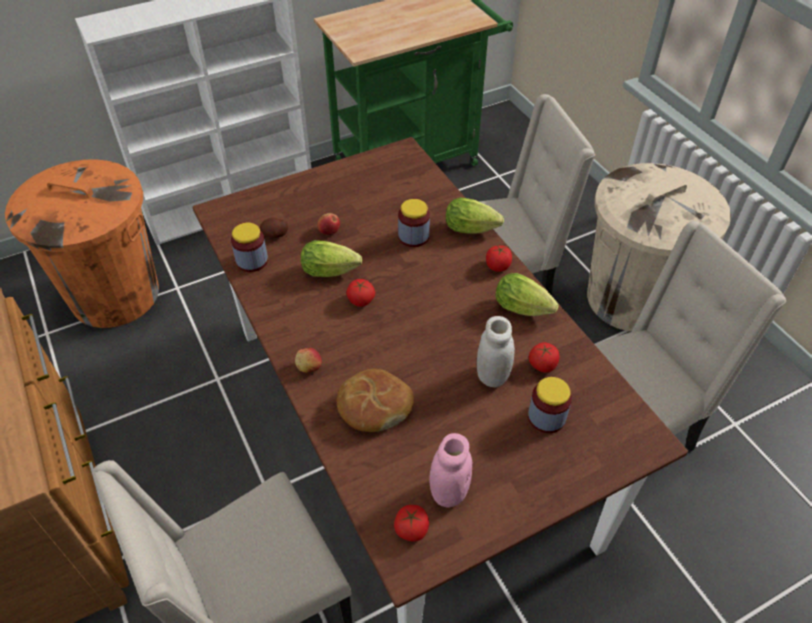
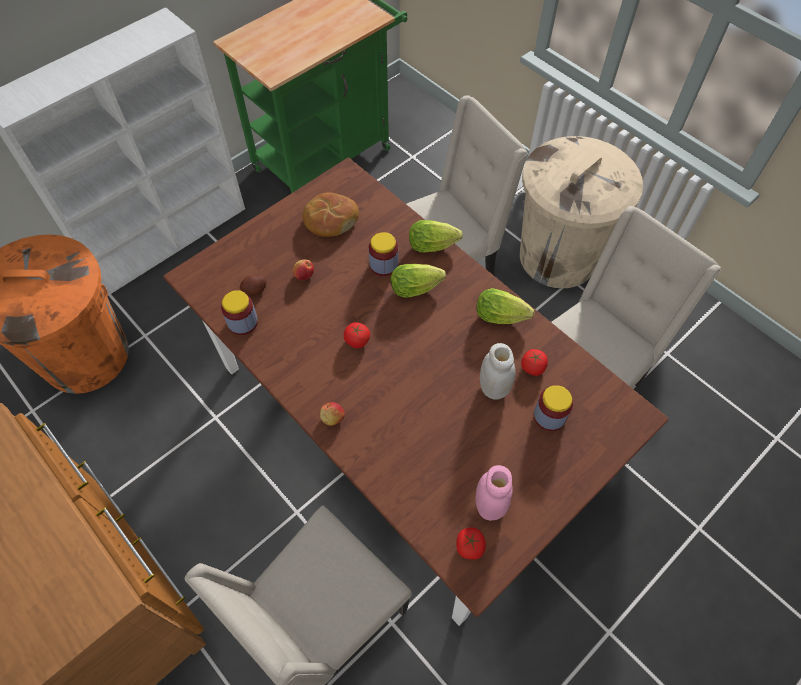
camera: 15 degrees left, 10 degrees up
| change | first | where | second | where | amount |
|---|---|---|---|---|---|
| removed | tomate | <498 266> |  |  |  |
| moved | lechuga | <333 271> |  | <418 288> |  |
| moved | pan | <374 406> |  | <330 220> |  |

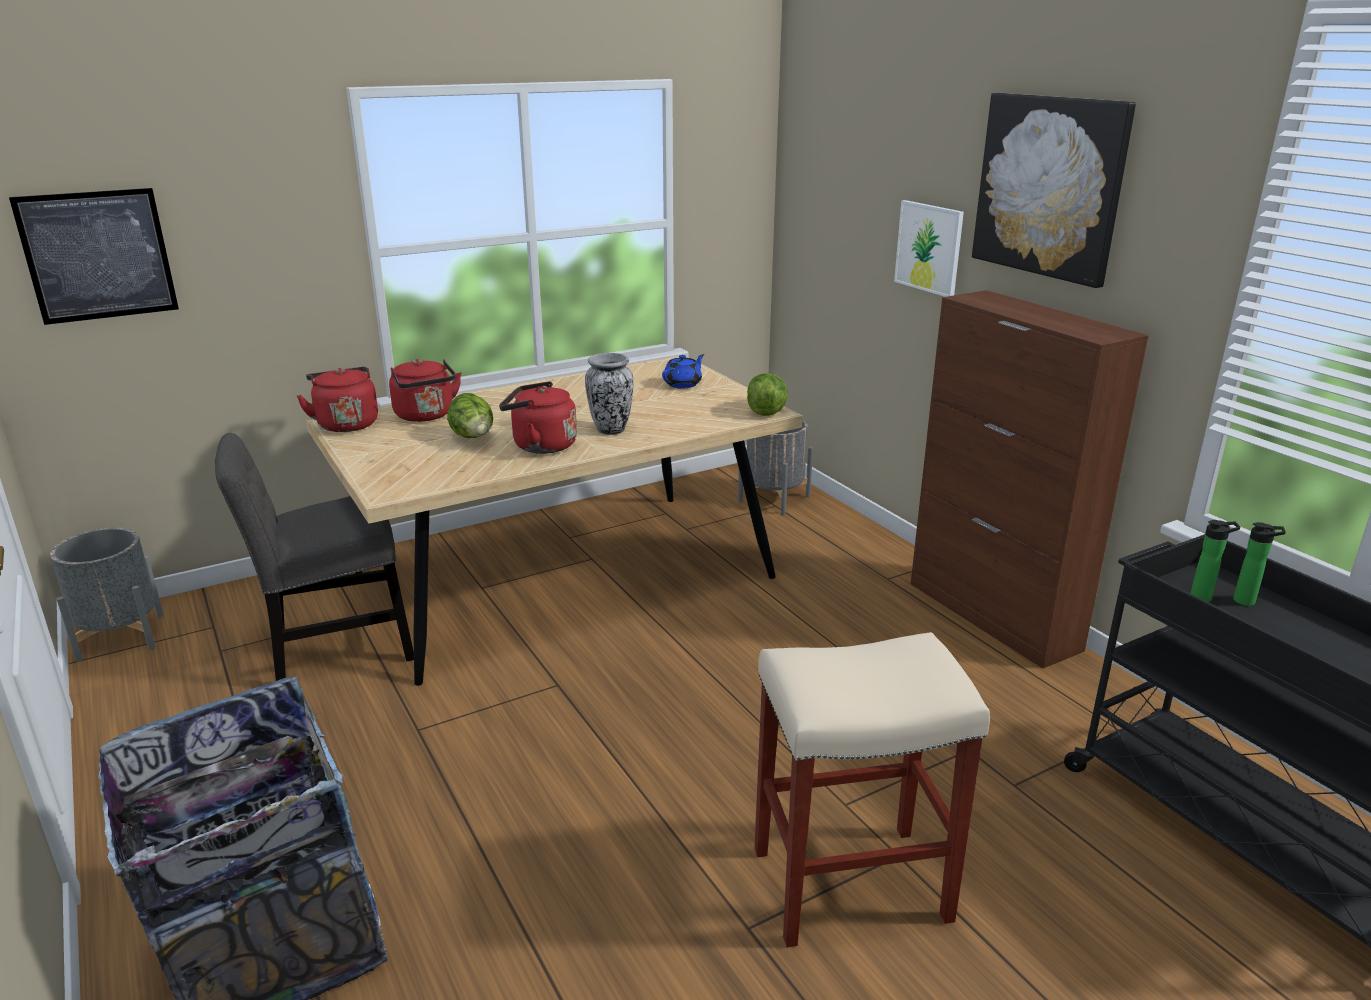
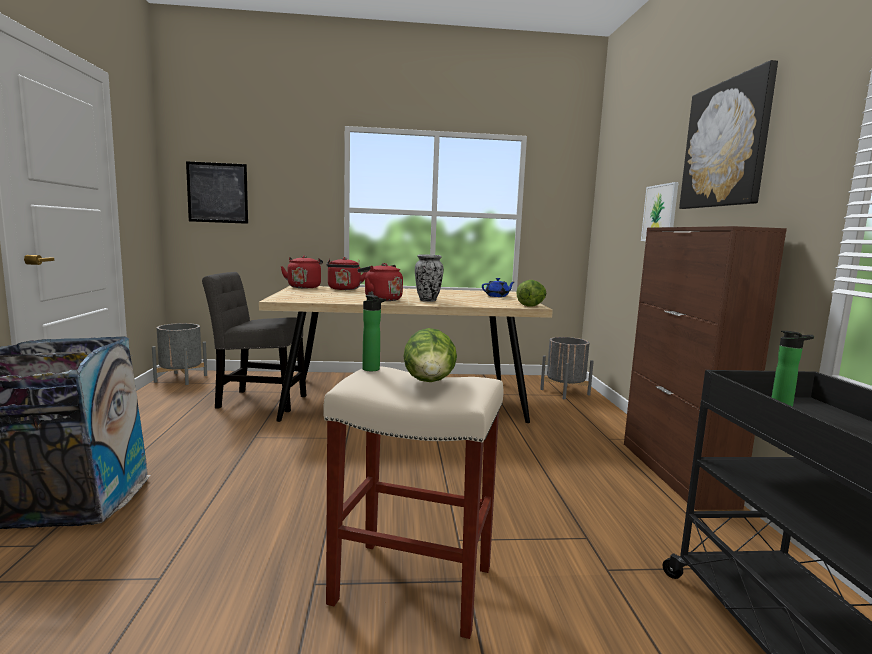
camera: 25 degrees right, 15 degrees down
| change | first | where | second | where | amount |
|---|---|---|---|---|---|
| moved | lechuga | <474 438> |  | <429 383> |  |
| moved | botella | <1247 601> |  | <373 370> |  |

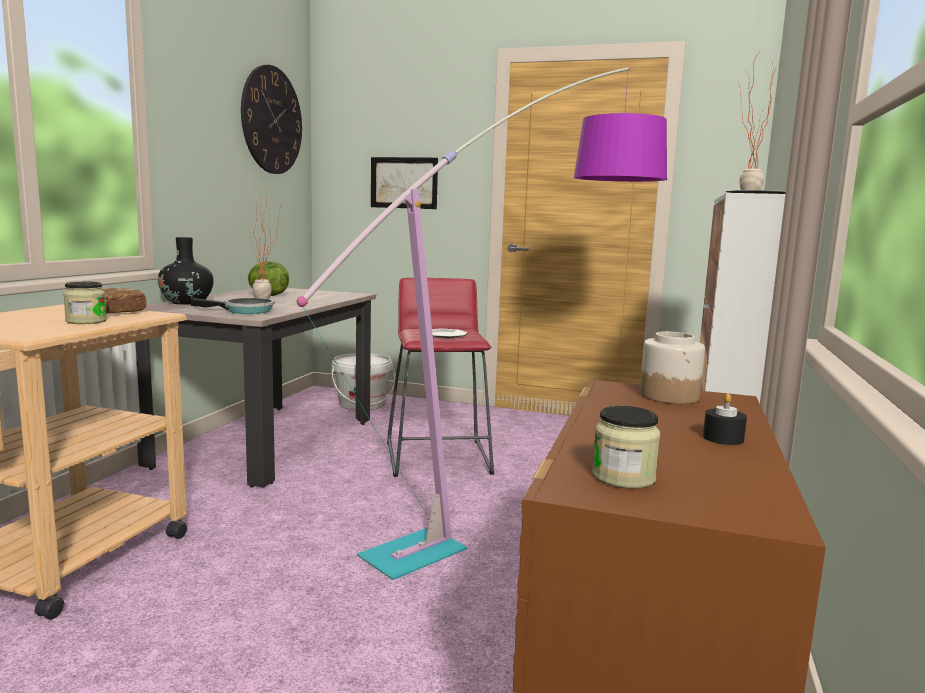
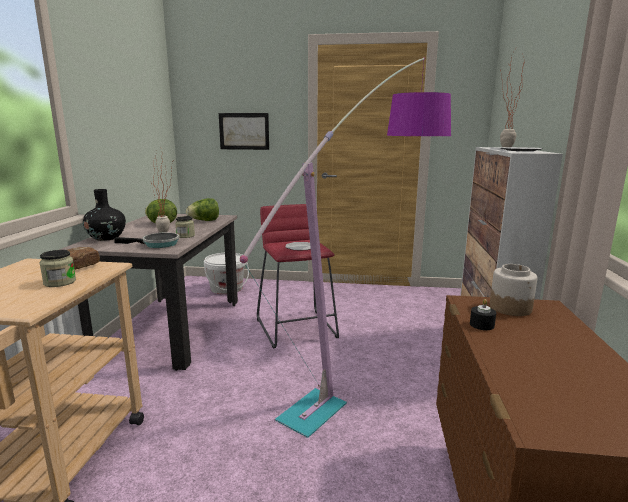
camera: 10 degrees left, 5 degrees up
| change | first | where | second | where | amount |
|---|---|---|---|---|---|
| removed | reloj de pared | <272 120> |  |  |  |
| added |  |  | lechuga | <204 221> |  |
| moved | tarro | <623 477> |  | <185 236> |  |
| moved | vela [negro] | <723 438> |  | <482 325> |  |

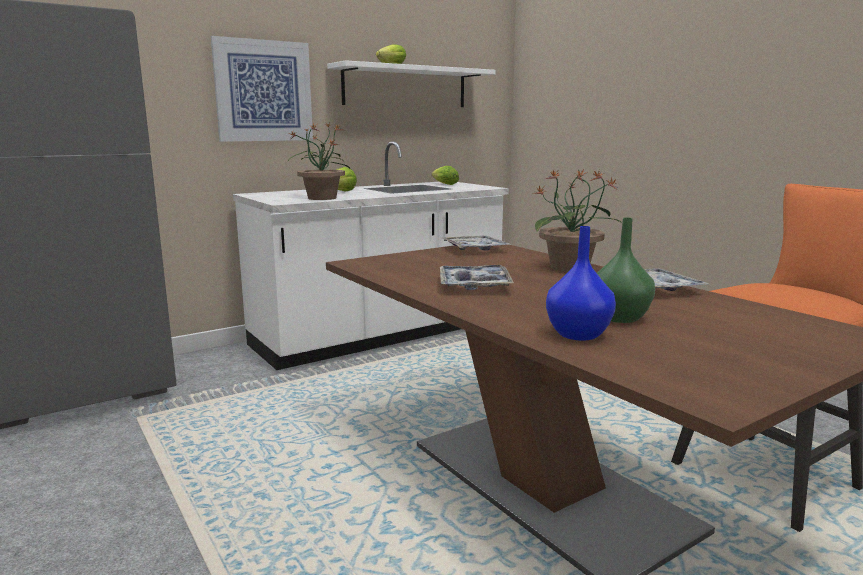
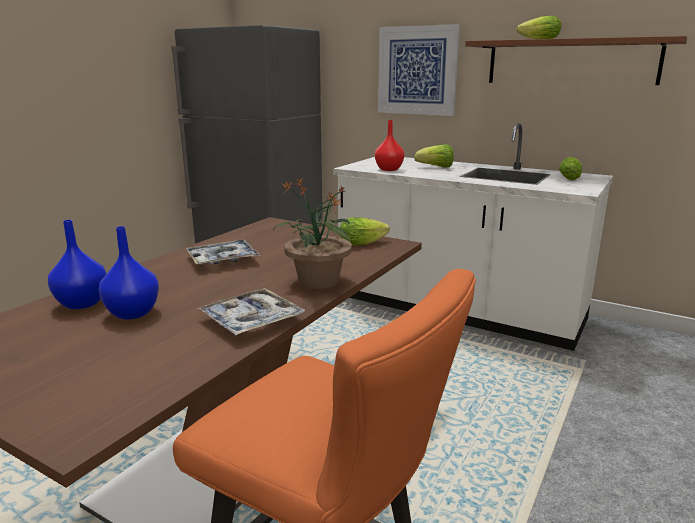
camera: 65 degrees right, 5 degrees up
| change | first | where | second | where | amount |
|---|---|---|---|---|---|
| replaced | planta en maceta | <321 198> | florero [rojo] | <389 169> |  |
| replaced | bandeja | <474 249> | lechuga | <365 243> |  |
| recoloured | estante [blanco] | <406 87> | estante [marrón] | <571 62> |  |
| recoloured | florero [verde] | <620 318> | florero [azul] | <133 313> |  |

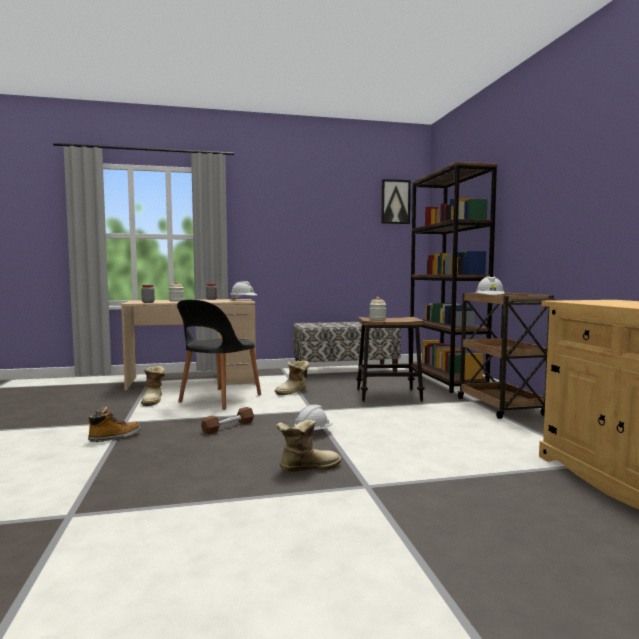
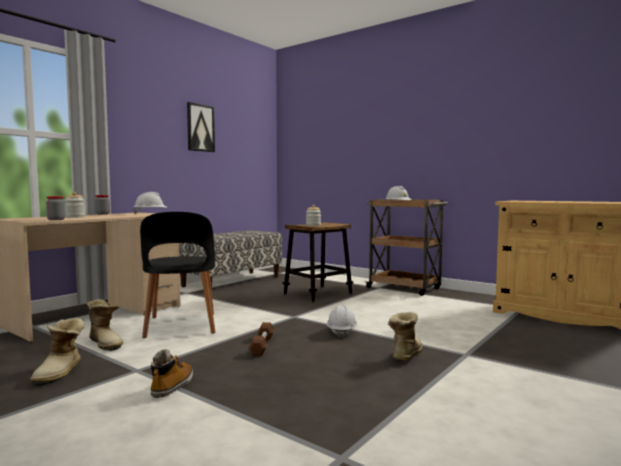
camera: 40 degrees left, 0 degrees up
| change | first | where | second | where | amount |
|---|---|---|---|---|---|
| removed | estantería [marrón] | <445 380> |  |  |  |
| moved | bota | <293 392> |  | <61 372> |  |
| moved | cuadro | <395 202> |  | <200 128> |  |

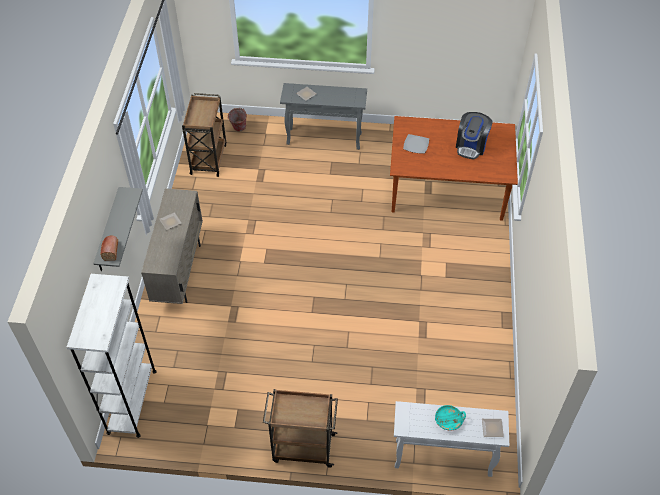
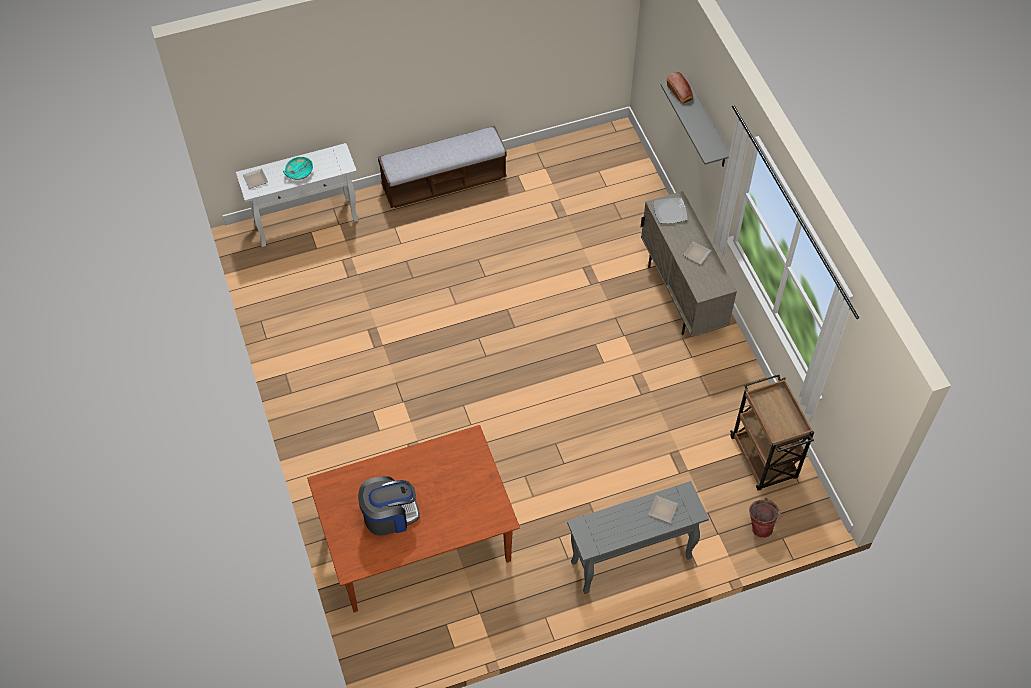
camera: 155 degrees right, 5 degrees up
| change | first | where | second | where | amount |
|---|---|---|---|---|---|
| removed | estantería [blanco] | <132 401> |  |  |  |
| moved | plato | <416 145> |  | <669 212> |  |
| replaced | carrito [marrón] | <302 448> | banco | <444 182> |  |
| turned | cafetera | <471 146> |  | <389 515> | 75 degrees clockwise |

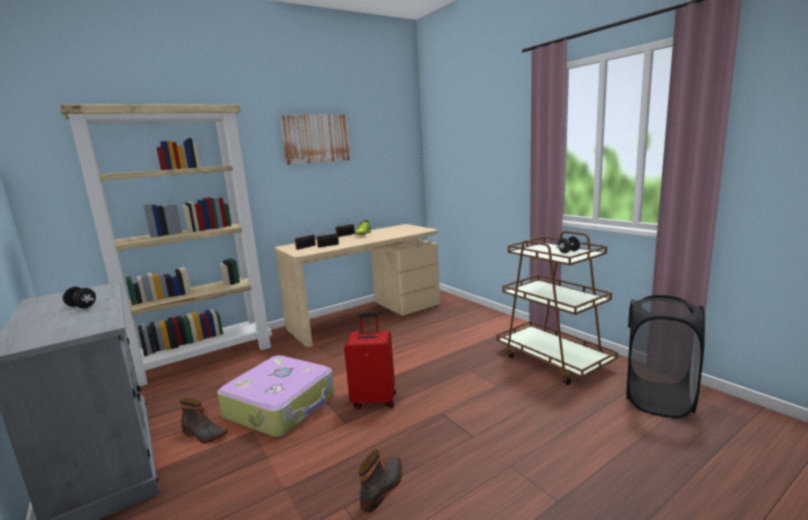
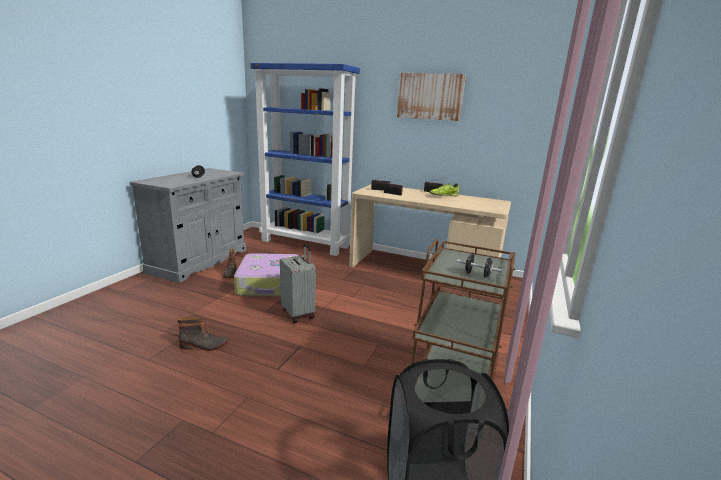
camera: 55 degrees right, 5 degrees up
| change | first | where | second | where | amount |
|---|---|---|---|---|---|
| recoloured | estantería [beis] | <205 358> | estantería [azul] | <306 243> |  |
| recoloured | maleta [rojo] | <374 400> | maleta [gris] | <298 313> |  |

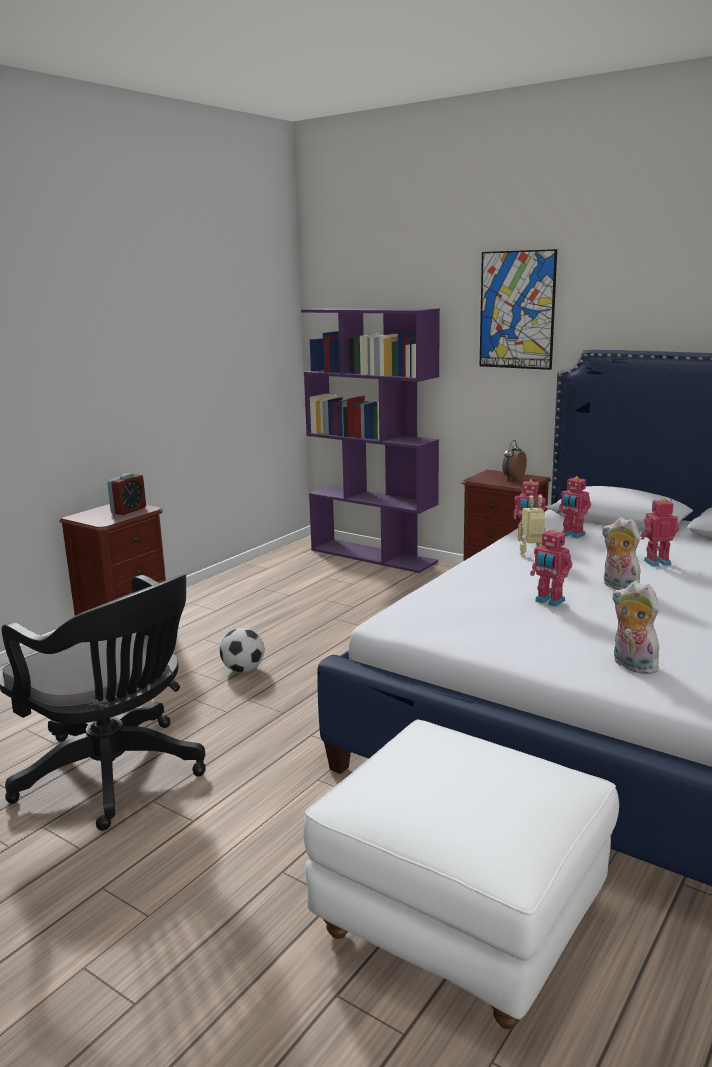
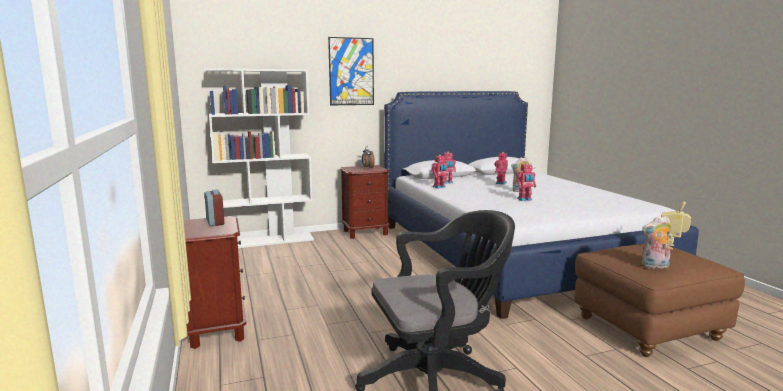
camera: 55 degrees left, 5 degrees down
| change | first | where | second | where | amount |
|---|---|---|---|---|---|
| removed | balón de fútbol | <243 670> |  |  |  |
| moved | robot de juguete | <532 556> |  | <671 247> |  |
| moved | peluche | <631 665> |  | <654 266> |  |
| recoloured | estantería [morado] | <374 556> | estantería [blanco] | <267 241> |  |
| recoloured | puf [blanco] | <461 922> | puf [marrón] | <647 328> |  |

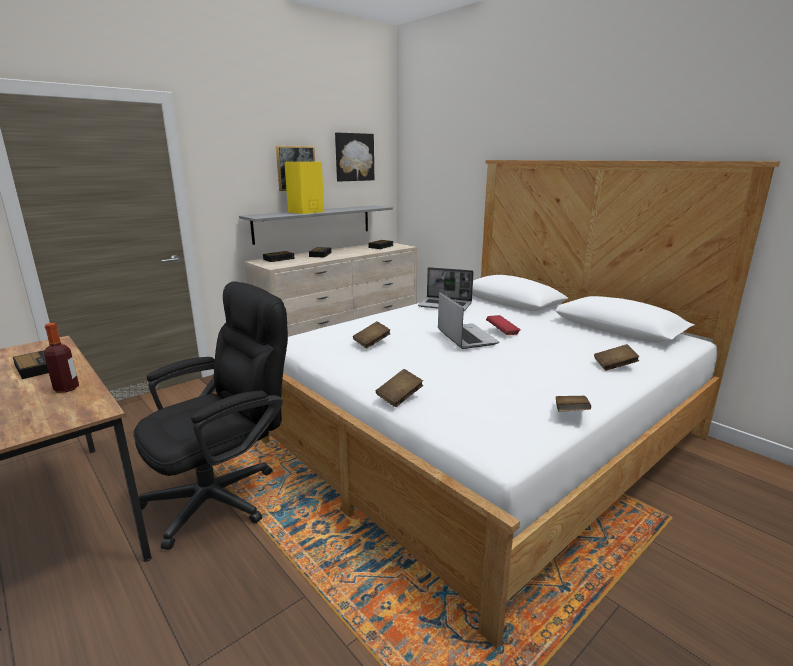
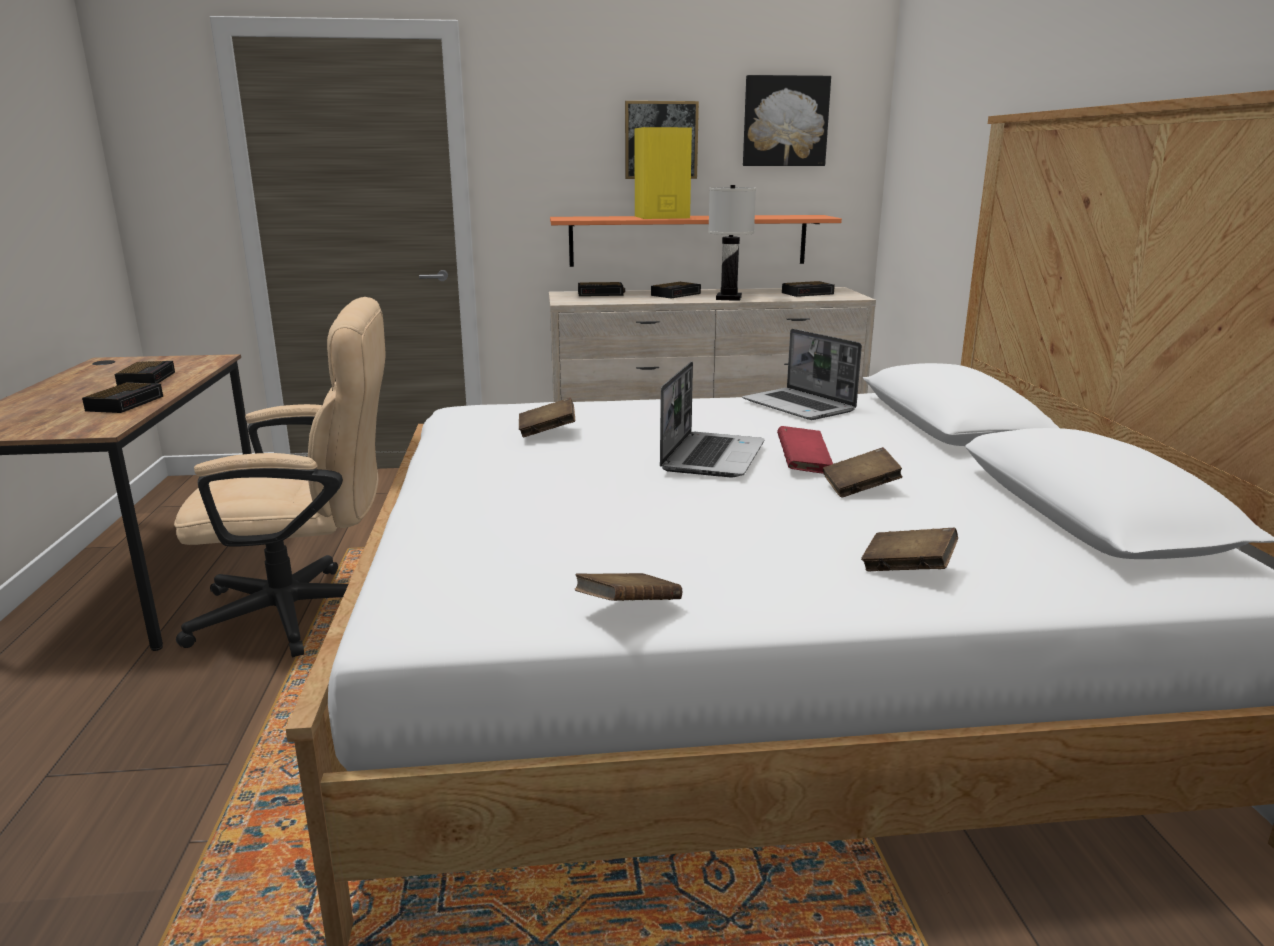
camera: 35 degrees right, 0 degrees up
| change | first | where | second | where | amount |
|---|---|---|---|---|---|
| added |  |  | lámpara de mesa [blanco] | <729 298> |  |
| moved | libro [marrón] | <399 397> |  | <860 489> |  |
| replaced | botella | <66 388> | despertador | <126 403> |  |
| recoloured | silla de oficina [negro] | <224 494> | silla de oficina [beis] | <308 611> |  |
| recoloured | estante [gris] | <314 223> | estante [naranja] | <688 240> |  |

